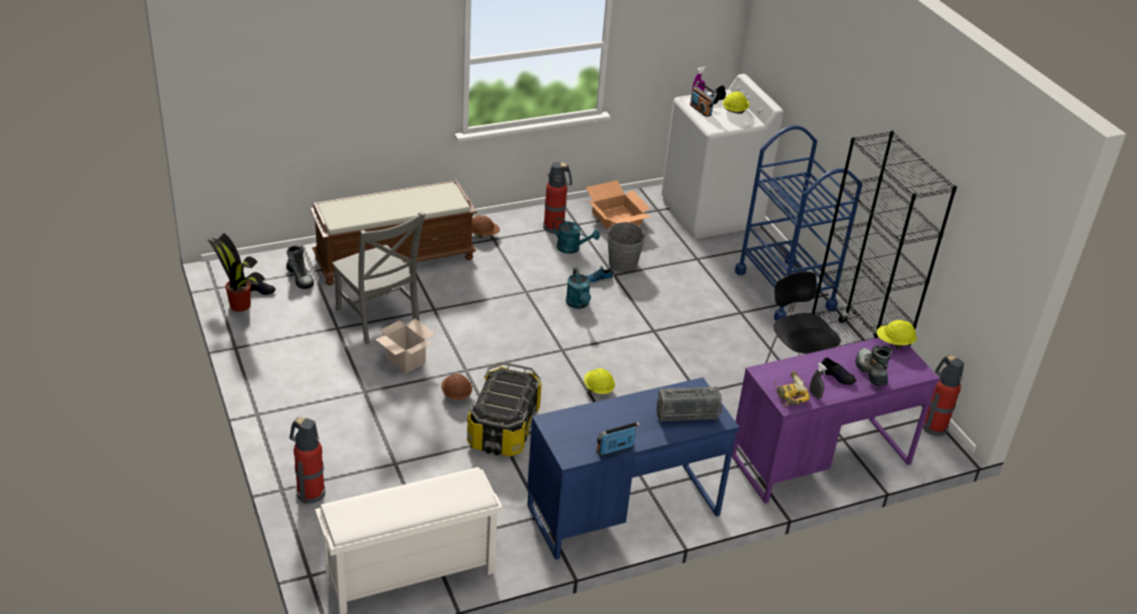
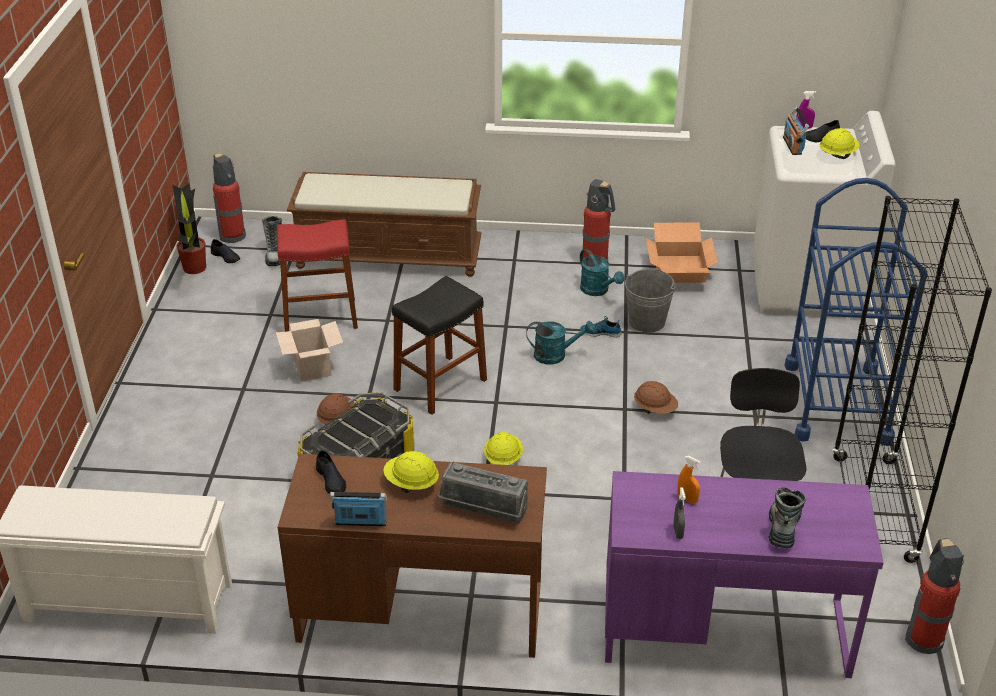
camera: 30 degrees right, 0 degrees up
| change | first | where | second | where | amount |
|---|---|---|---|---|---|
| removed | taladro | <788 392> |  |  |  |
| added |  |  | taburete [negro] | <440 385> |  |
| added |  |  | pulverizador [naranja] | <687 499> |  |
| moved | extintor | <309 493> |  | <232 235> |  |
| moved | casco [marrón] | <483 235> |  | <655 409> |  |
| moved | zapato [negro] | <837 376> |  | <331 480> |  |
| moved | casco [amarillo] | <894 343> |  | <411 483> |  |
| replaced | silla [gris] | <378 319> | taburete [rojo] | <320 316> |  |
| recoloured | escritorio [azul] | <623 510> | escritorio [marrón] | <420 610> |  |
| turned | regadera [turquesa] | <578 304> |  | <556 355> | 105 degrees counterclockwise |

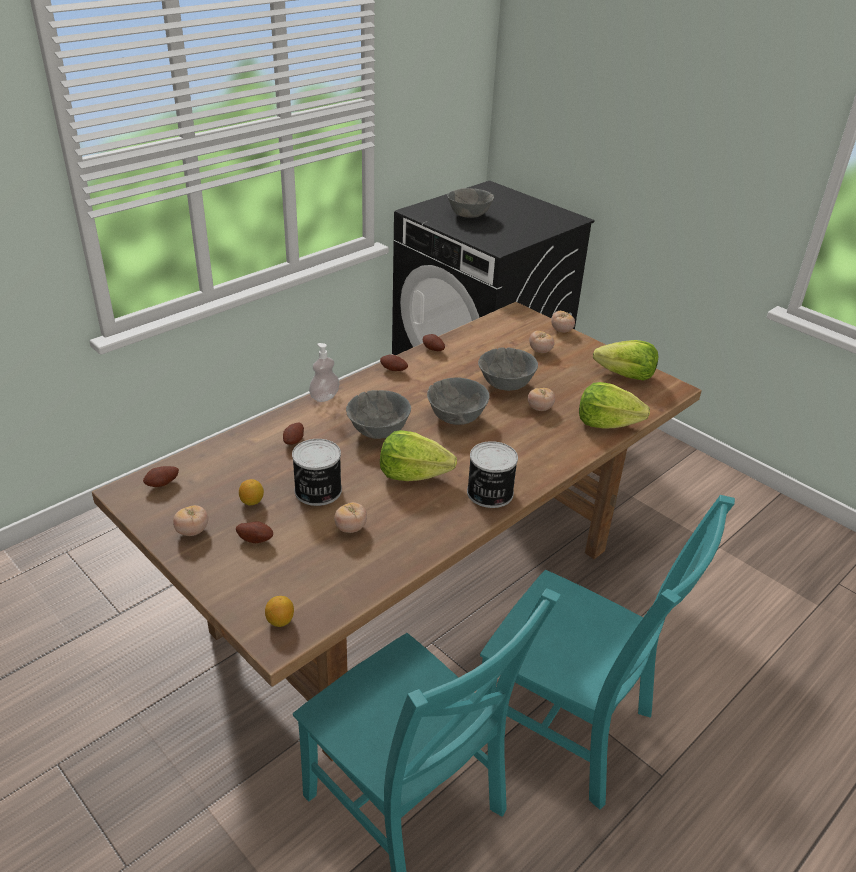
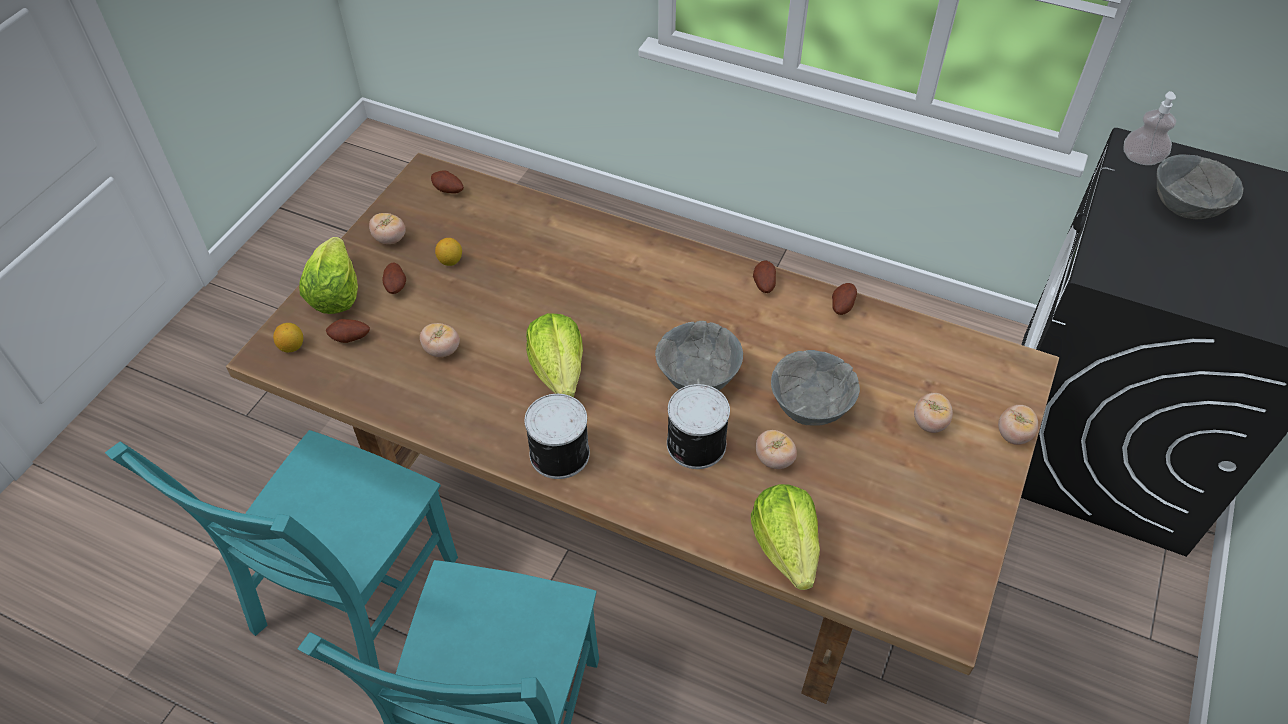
camera: 70 degrees right, 15 degrees up
| change | first | where | second | where | amount |
|---|---|---|---|---|---|
| removed | cuenco [gris] | <378 431> |  |  |  |
| moved | patata | <294 441> |  | <350 339> |  |
| moved | lata | <317 491> |  | <694 444> |  |
| moved | dispensador de jabón | <324 397> |  | <1141 159> |  |
| moved | lechuga | <625 376> |  | <335 293> |  |

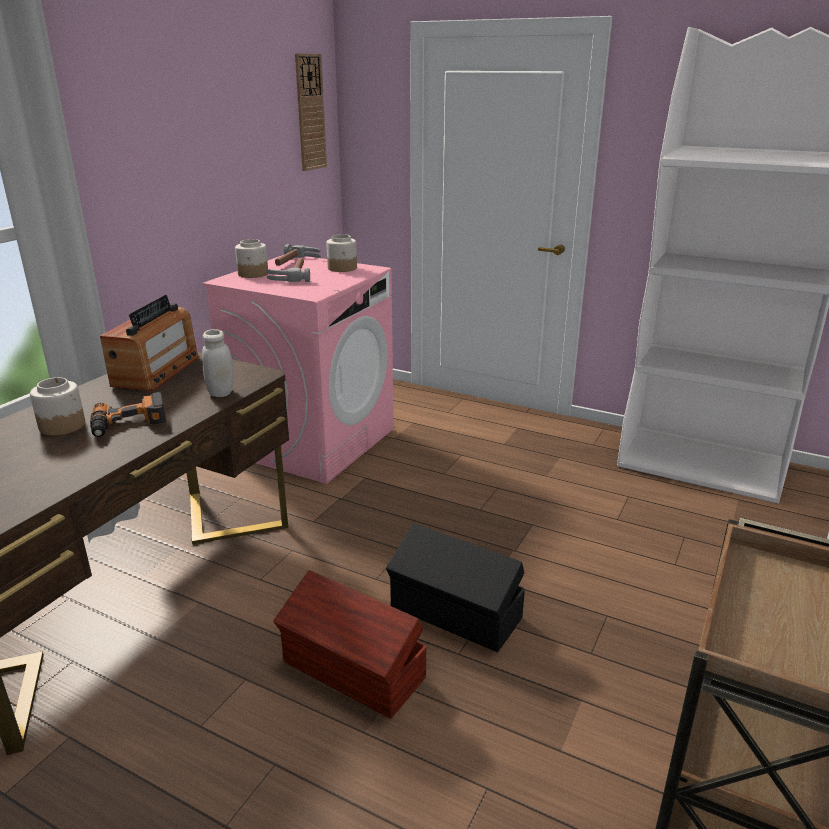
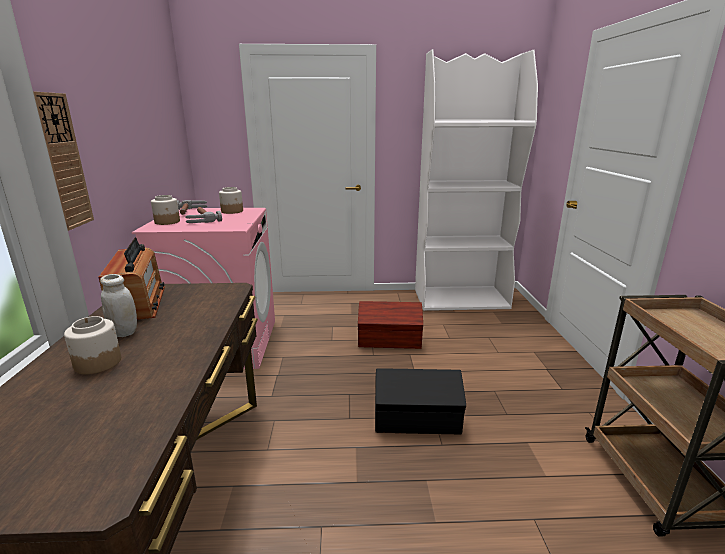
camera: 30 degrees left, 5 degrees down
| change | first | where | second | where | amount |
|---|---|---|---|---|---|
| removed | taladro | <129 424> |  |  |  |
| moved | tarro [blanco] | <221 392> |  | <124 332> |  |
| moved | caja de almacenaje [marrón] | <353 671> |  | <390 341> |  |
| moved | reloj de pared | <310 113> |  | <62 162> |  |

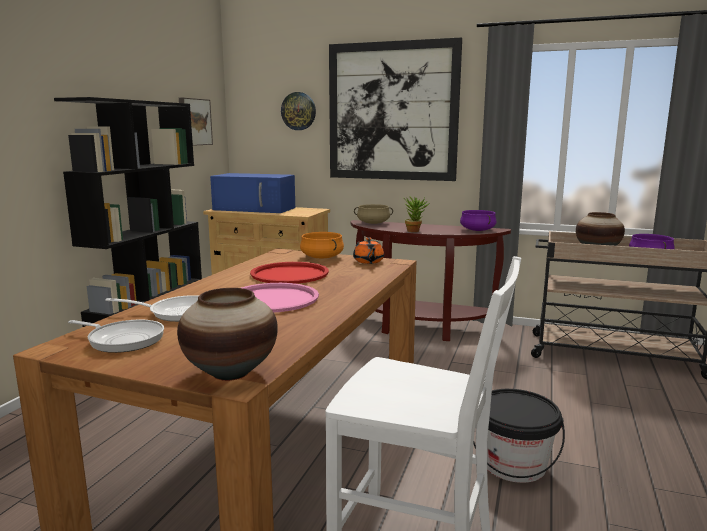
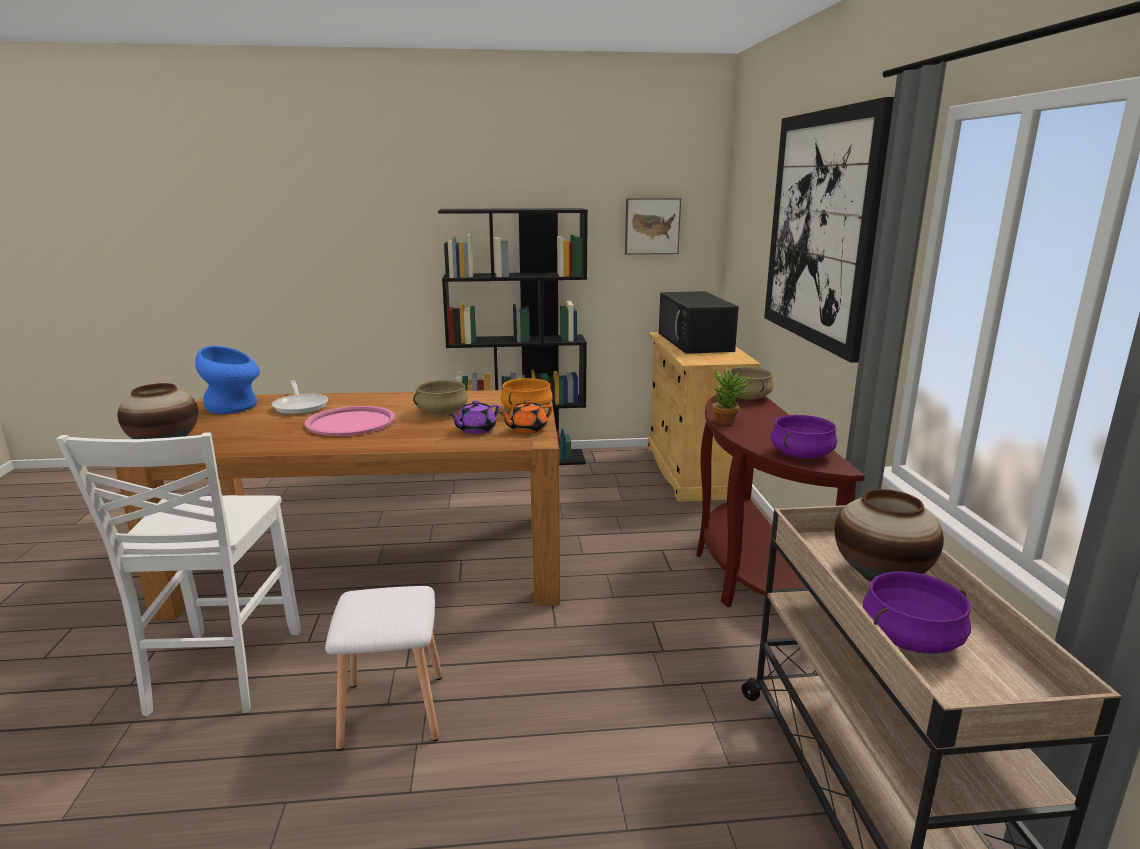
camera: 65 degrees right, 5 degrees up
| change | first | where | second | where | amount |
|---|---|---|---|---|---|
| removed | reloj de pared | <298 111> |  |  |  |
| added |  |  | tetera [morado] | <475 430> |  |
| replaced | sartén | <123 340> | florero [azul] | <234 408> |  |
| replaced | bandeja [rojo] | <289 274> | olla [beis] | <441 412> |  |
| replaced | cubo [negro] | <513 464> | taburete [blanco] | <393 712> |  |
| recoloured | microondas [azul] | <255 209> | microondas [negro] | <695 342> |  |

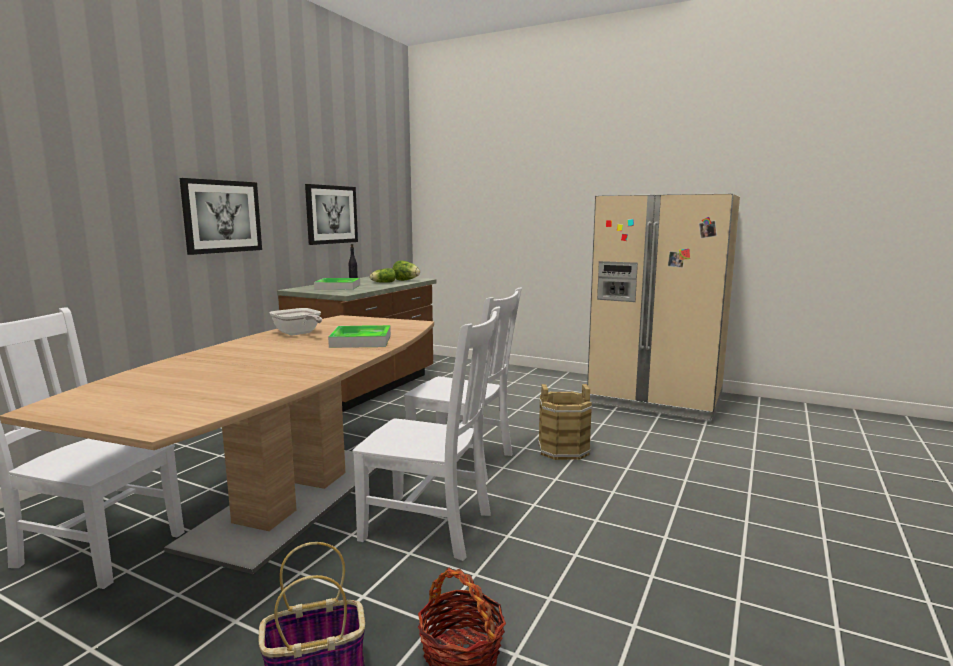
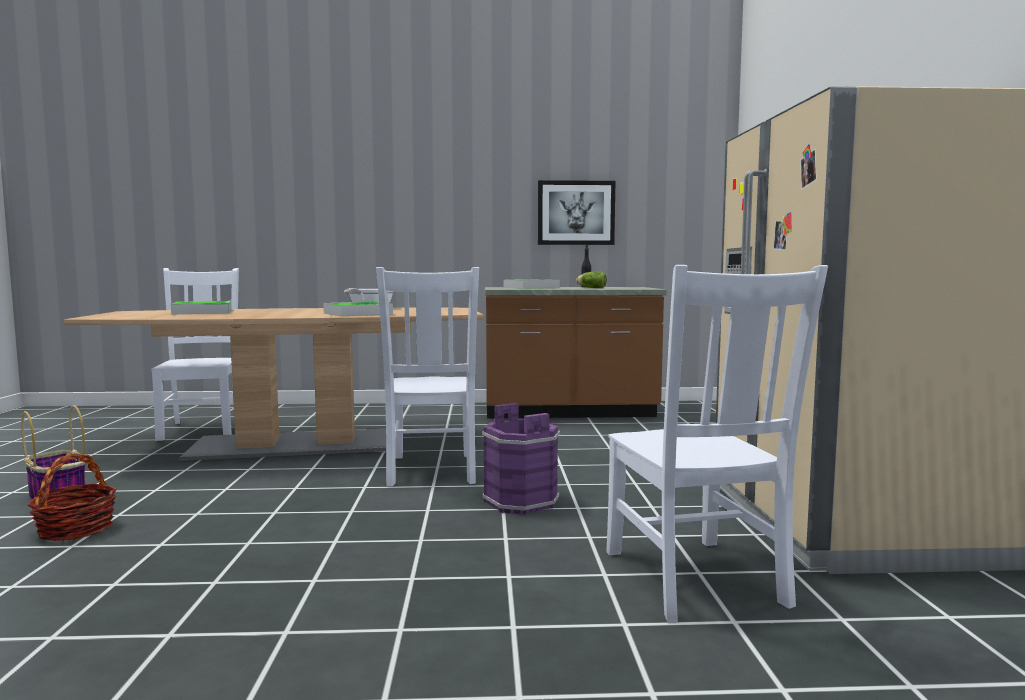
camera: 60 degrees right, 5 degrees down
| change | first | where | second | where | amount |
|---|---|---|---|---|---|
| removed | cuadro | <222 216> |  |  |  |
| removed | lechuga | <406 280> |  |  |  |
| added |  |  | bandeja | <202 312> |  |
| moved | silla [blanco] | <431 527> |  | <695 580> |  |
| recoloured | cubo [marrón] | <563 449> | cubo [morado] | <521 501> |  |

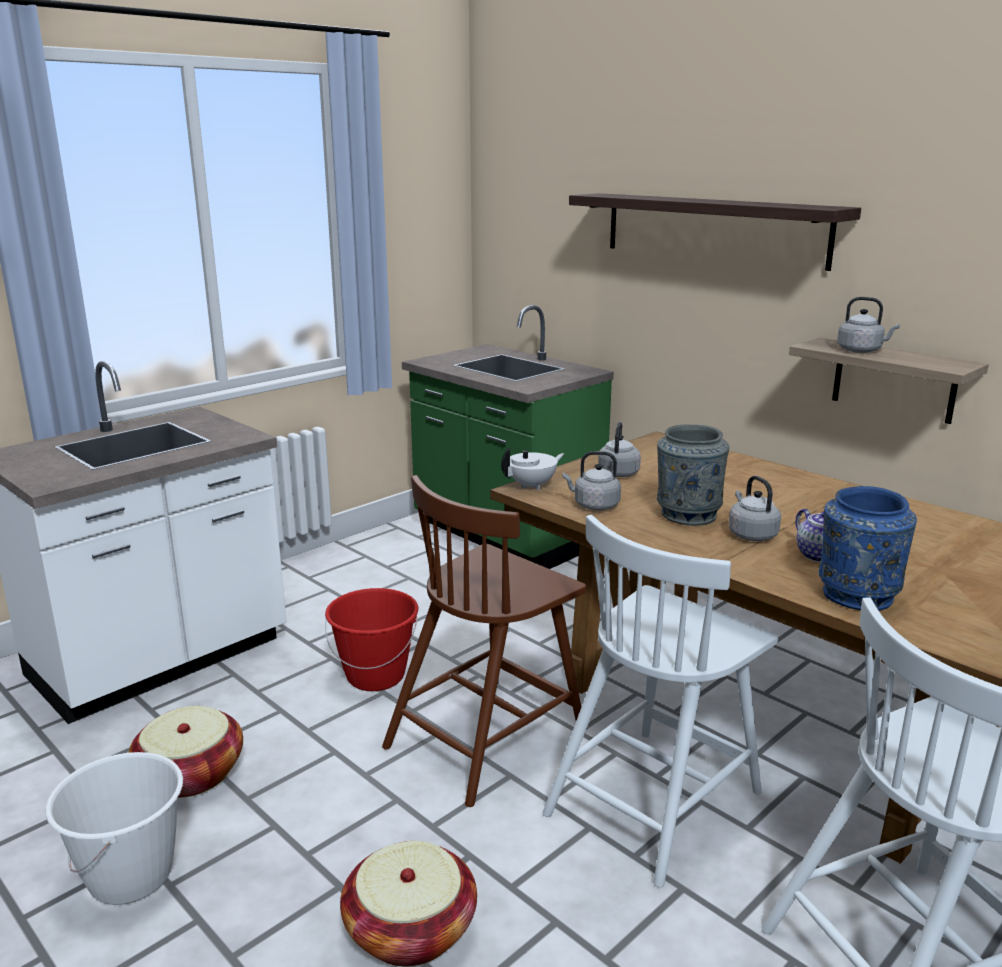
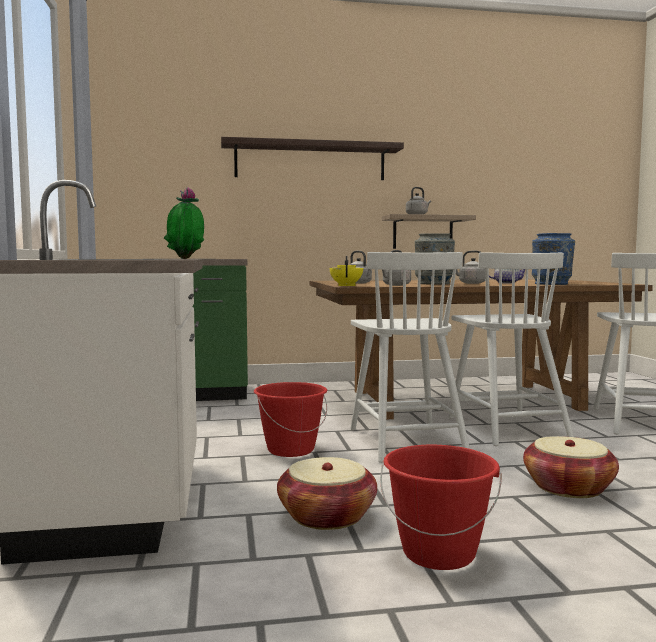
camera: 55 degrees left, 15 degrees down
| change | first | where | second | where | amount |
|---|---|---|---|---|---|
| added |  |  | planta en maceta | <185 259> |  |
| recoloured | cubo [blanco] | <131 876> | cubo [rojo] | <439 553> |  |
| recoloured | silla [marrón] | <487 737> | silla [blanco] | <405 441> |  |
| recoloured | tetera [blanco] | <532 486> | tetera [amarillo] | <346 285> |  |

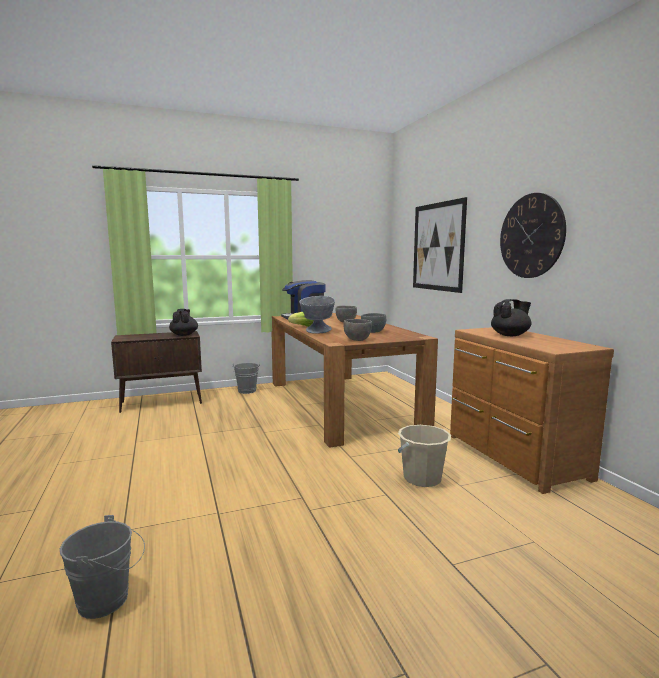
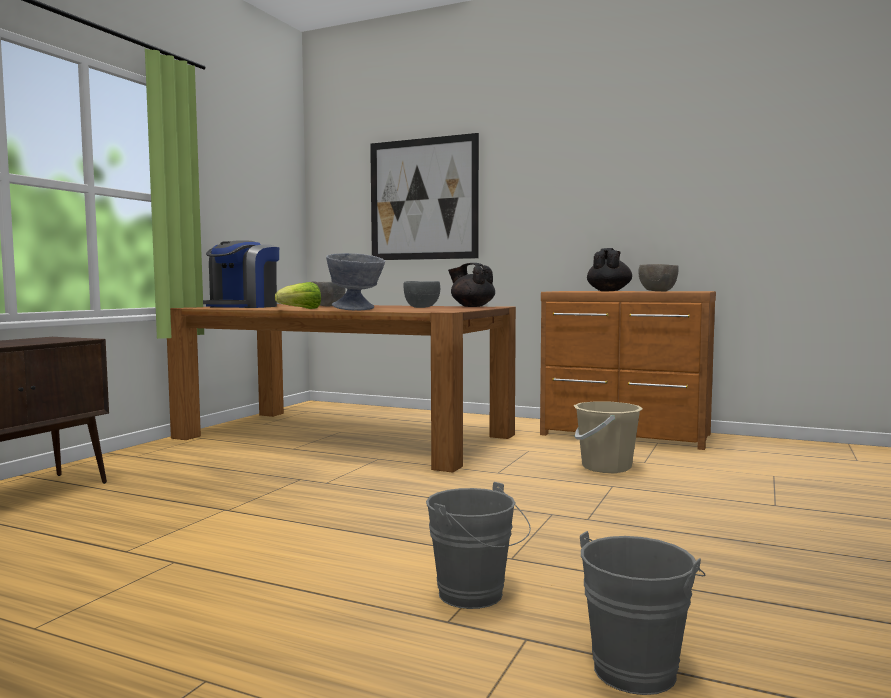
camera: 45 degrees left, 5 degrees down
| change | first | where | second | where | amount |
|---|---|---|---|---|---|
| removed | reloj de pared | <531 236> |  |  |  |
| moved | tetera [negro] | <184 335> |  | <472 306> |  |
| moved | cubo [gris] | <246 391> |  | <476 596> |  |
| moved | cuenco [gris] | <357 340> |  | <657 291> |  |

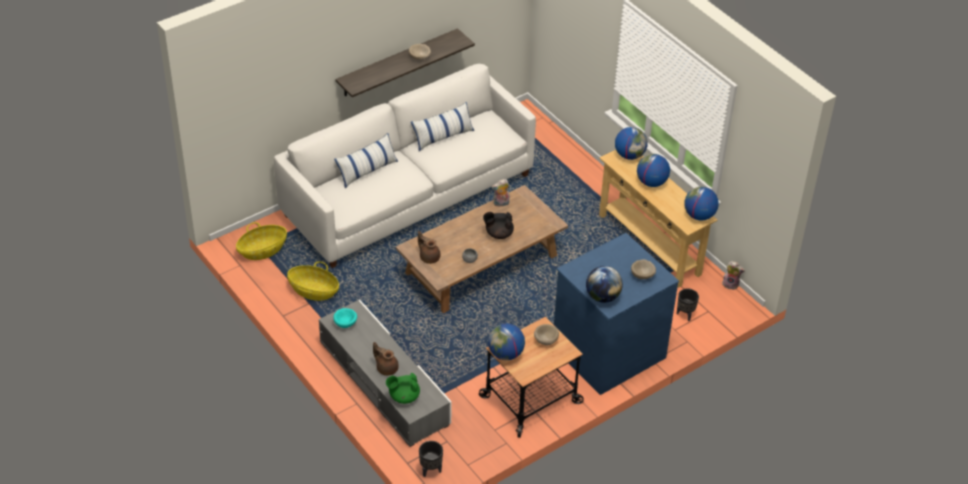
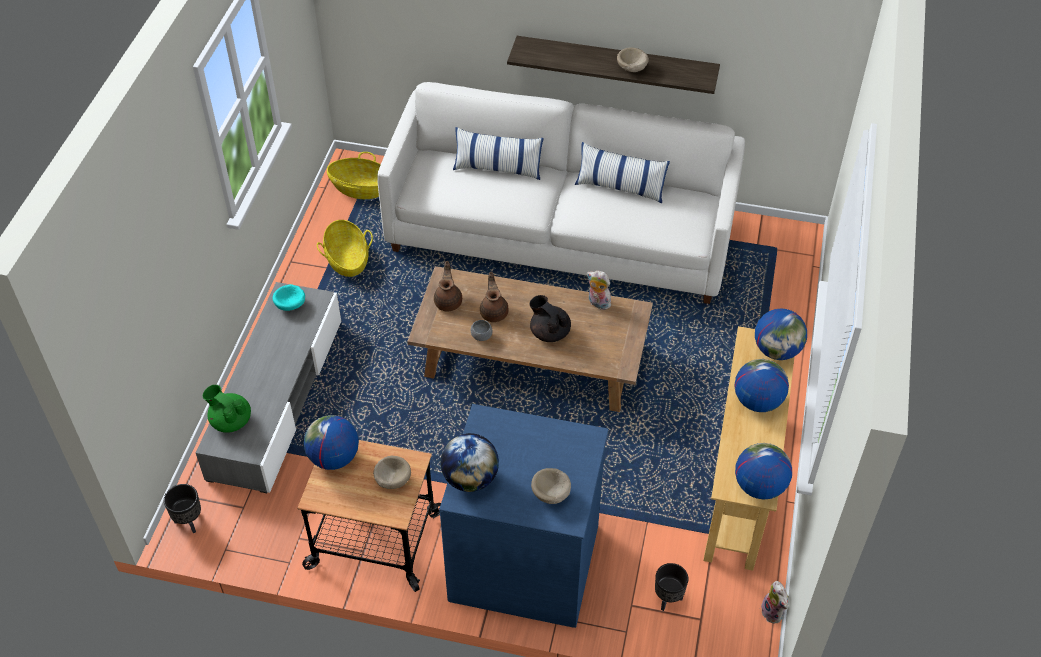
camera: 50 degrees right, 5 degrees up
| change | first | where | second | where | amount |
|---|---|---|---|---|---|
| moved | tetera [marrón] | <386 368> |  | <494 312> |  |

